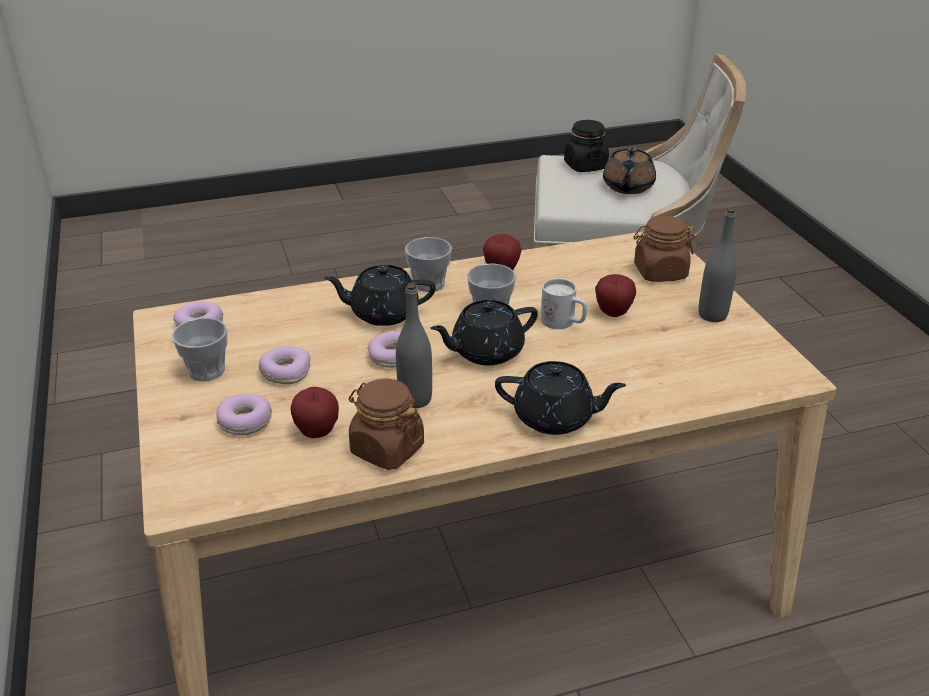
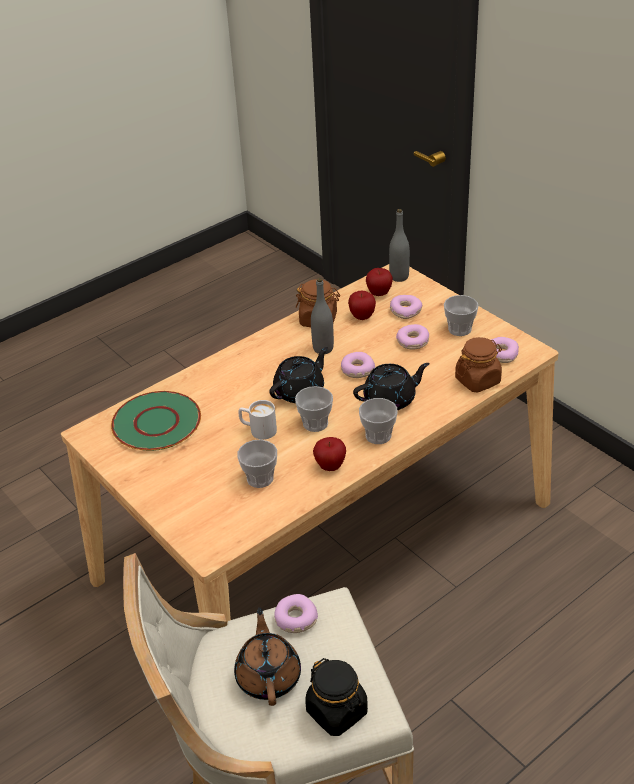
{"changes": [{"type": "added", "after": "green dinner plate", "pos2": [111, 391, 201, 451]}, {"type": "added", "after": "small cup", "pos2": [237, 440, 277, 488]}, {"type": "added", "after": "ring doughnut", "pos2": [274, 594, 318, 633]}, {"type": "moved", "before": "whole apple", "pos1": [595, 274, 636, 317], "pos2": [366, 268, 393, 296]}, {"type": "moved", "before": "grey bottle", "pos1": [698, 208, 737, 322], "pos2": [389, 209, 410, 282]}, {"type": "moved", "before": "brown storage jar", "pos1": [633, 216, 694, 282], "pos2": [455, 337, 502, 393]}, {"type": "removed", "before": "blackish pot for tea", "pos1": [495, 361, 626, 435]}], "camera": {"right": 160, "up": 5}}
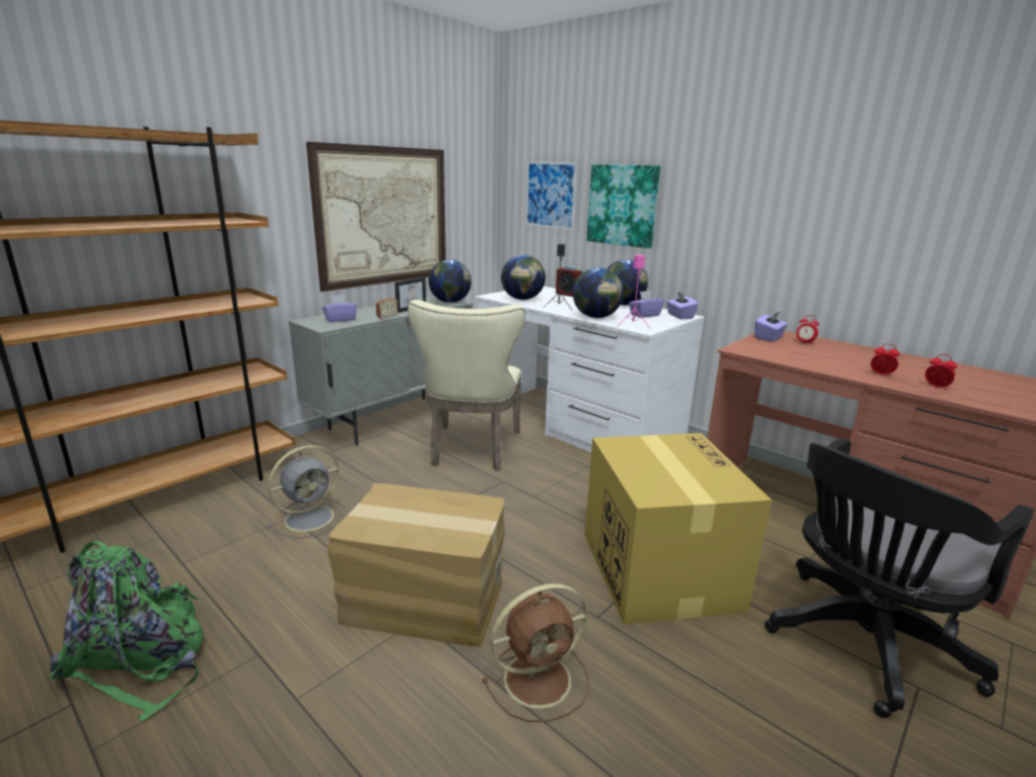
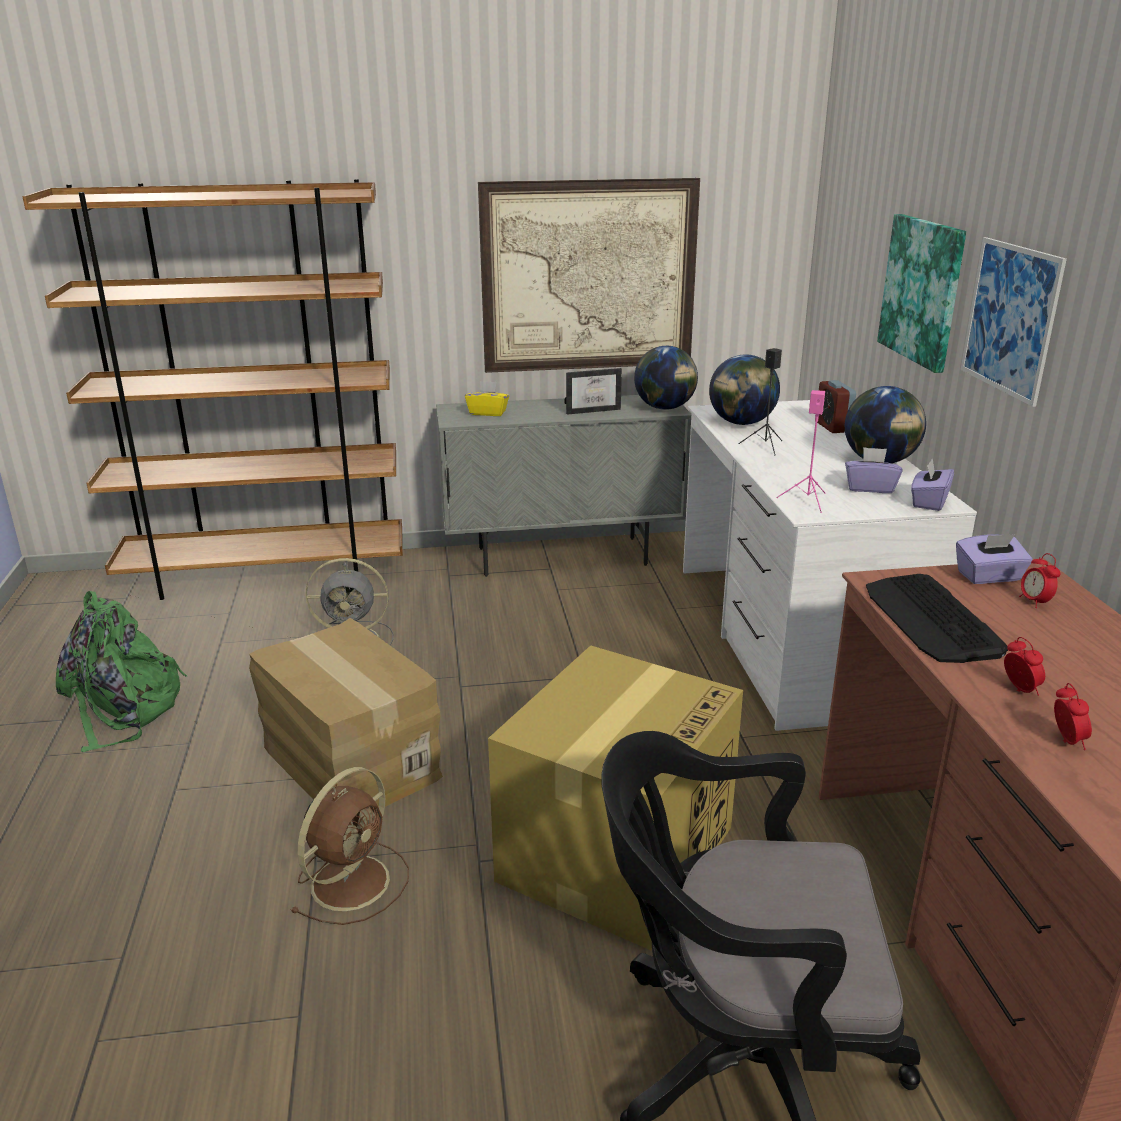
{"changes": [{"type": "turned", "before": "brown fan", "pos1": [482, 583, 589, 722], "pos2": [290, 767, 409, 925], "turn": -75}, {"type": "recoloured", "before": "purple tissue holder", "after": "yellow-coloured tissue holder", "pos1": [322, 295, 357, 322], "pos2": [465, 381, 509, 416]}, {"type": "added", "after": "keyboard", "pos2": [866, 574, 1008, 663]}, {"type": "moved", "before": "wall art", "pos1": [526, 162, 578, 230], "pos2": [961, 237, 1067, 407]}, {"type": "removed", "before": "radio", "pos1": [376, 286, 398, 319]}, {"type": "removed", "before": "beige upright chair", "pos1": [408, 300, 525, 471]}, {"type": "removed", "before": "globe", "pos1": [573, 267, 623, 318]}], "camera": {"right": 40, "up": 5}}
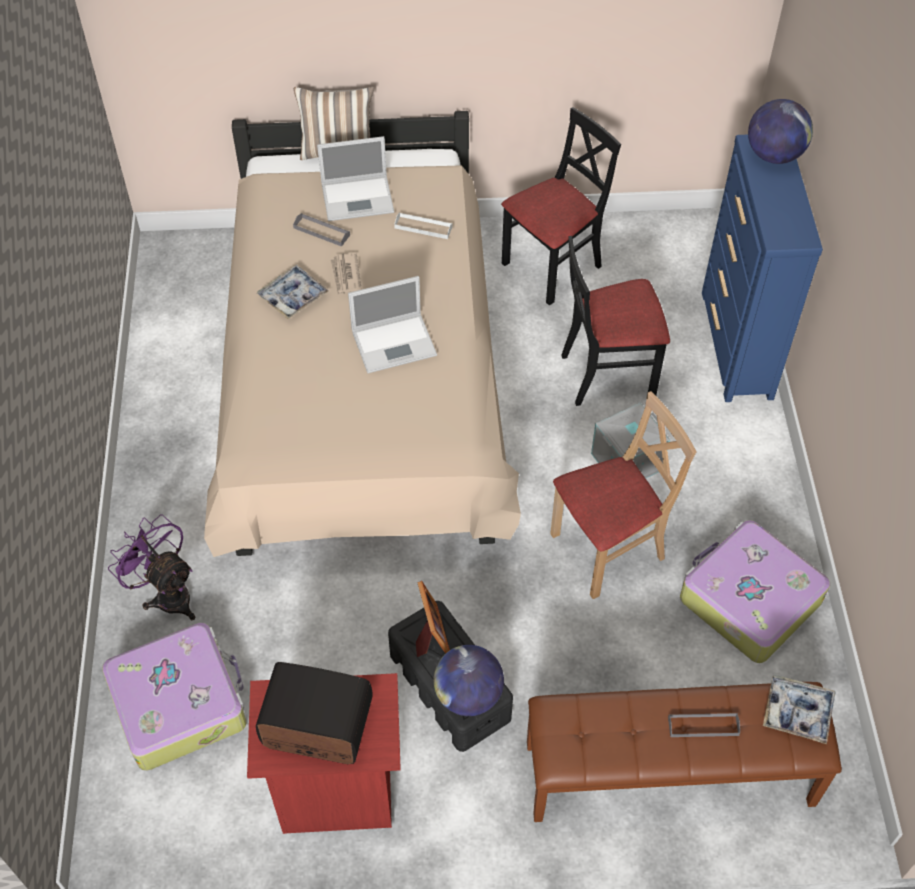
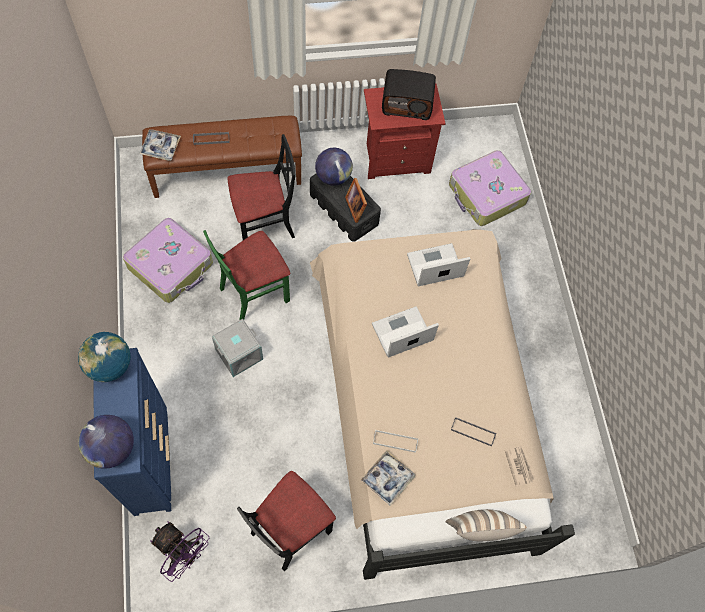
{"changes": [{"type": "added", "after": "globe", "pos2": [78, 332, 131, 382]}, {"type": "moved", "before": "purple fan", "pos1": [108, 514, 195, 620], "pos2": [150, 521, 209, 582]}, {"type": "recoloured", "before": "beige upright chair", "after": "green upright chair", "pos1": [550, 391, 697, 599], "pos2": [203, 230, 290, 320]}, {"type": "moved", "before": "blackish upright chair", "pos1": [561, 236, 670, 406], "pos2": [227, 134, 296, 240]}, {"type": "moved", "before": "serving tray", "pos1": [257, 265, 328, 319], "pos2": [361, 450, 415, 506]}, {"type": "moved", "before": "notebook computer", "pos1": [317, 136, 394, 221], "pos2": [407, 243, 470, 286]}, {"type": "moved", "before": "printed paper", "pos1": [330, 253, 362, 295], "pos2": [505, 446, 535, 487]}], "camera": {"right": 170, "up": 10}}
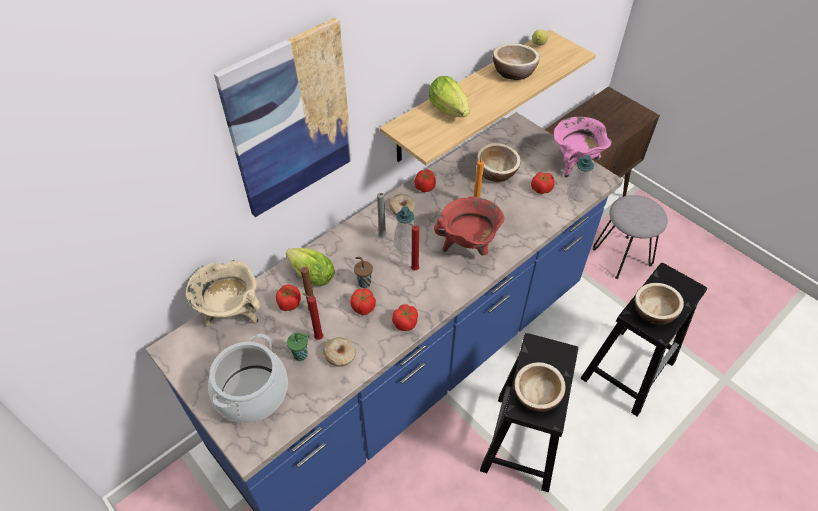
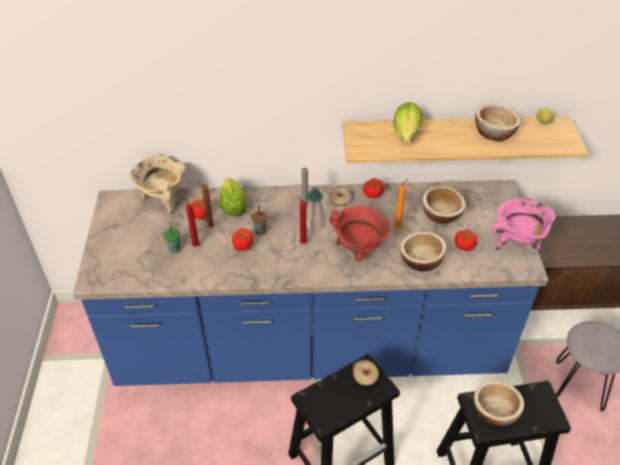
{"changes": [{"type": "moved", "before": "ring doughnut", "pos1": [323, 337, 356, 367], "pos2": [353, 360, 379, 386]}, {"type": "moved", "before": "serving bowl", "pos1": [514, 362, 565, 412], "pos2": [400, 231, 447, 272]}, {"type": "removed", "before": "stockpot", "pos1": [208, 334, 288, 423]}, {"type": "removed", "before": "wall art", "pos1": [214, 17, 352, 217]}, {"type": "removed", "before": "tomato", "pos1": [392, 304, 418, 331]}, {"type": "removed", "before": "soap bottle", "pos1": [567, 155, 594, 201]}], "camera": {"right": 40, "up": -5}}
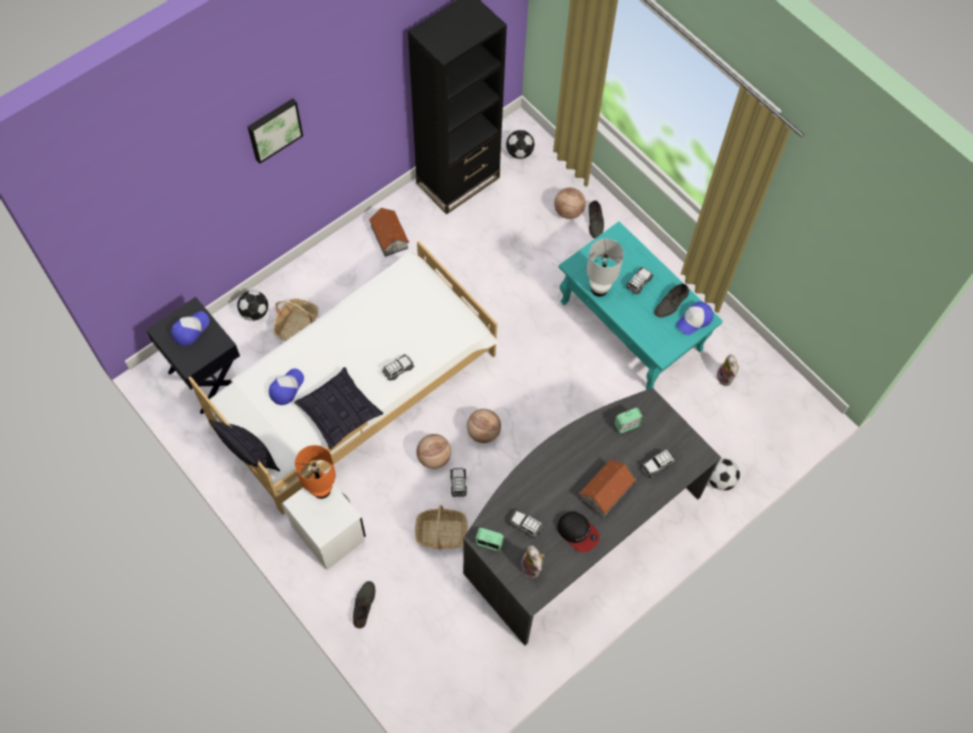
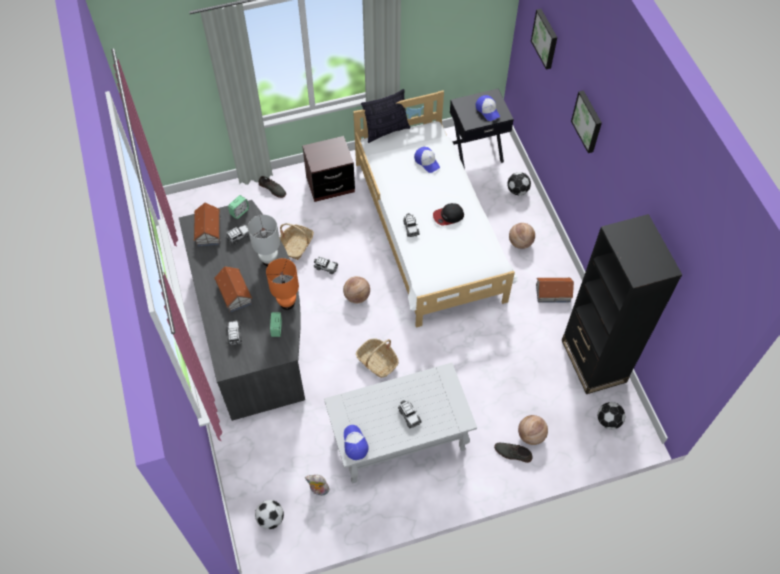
{"changes": [{"type": "replaced", "before": "cuddly toy", "after": "miniature house", "pos1": [521, 546, 545, 578], "pos2": [194, 203, 220, 246]}, {"type": "moved", "before": "white-coloured tabletop lamp", "pos1": [587, 239, 624, 297], "pos2": [248, 215, 280, 266]}, {"type": "moved", "before": "ball for football", "pos1": [709, 458, 740, 491], "pos2": [255, 500, 284, 529]}, {"type": "moved", "before": "orange tabletop lamp", "pos1": [295, 445, 336, 499], "pos2": [266, 258, 299, 310]}, {"type": "recoloured", "before": "white-coloured nightstand", "after": "brown nightstand", "pos1": [283, 472, 366, 570], "pos2": [302, 136, 355, 202]}, {"type": "recoloured", "before": "blue-green lounge table", "after": "white-coloured lounge table", "pos1": [559, 221, 723, 389], "pos2": [324, 363, 477, 484]}, {"type": "moved", "before": "basket", "pos1": [273, 298, 319, 341], "pos2": [356, 338, 399, 378]}, {"type": "moved", "before": "peaked cap", "pos1": [557, 511, 600, 553], "pos2": [433, 203, 464, 225]}, {"type": "moved", "before": "basketball", "pos1": [416, 434, 451, 469], "pos2": [509, 223, 535, 249]}, {"type": "added", "after": "wall art", "pos2": [531, 9, 557, 70]}, {"type": "removed", "before": "cushion", "pos1": [294, 367, 383, 449]}, {"type": "removed", "before": "grey shoe", "pos1": [654, 284, 689, 318]}], "camera": {"right": 115, "up": -5}}
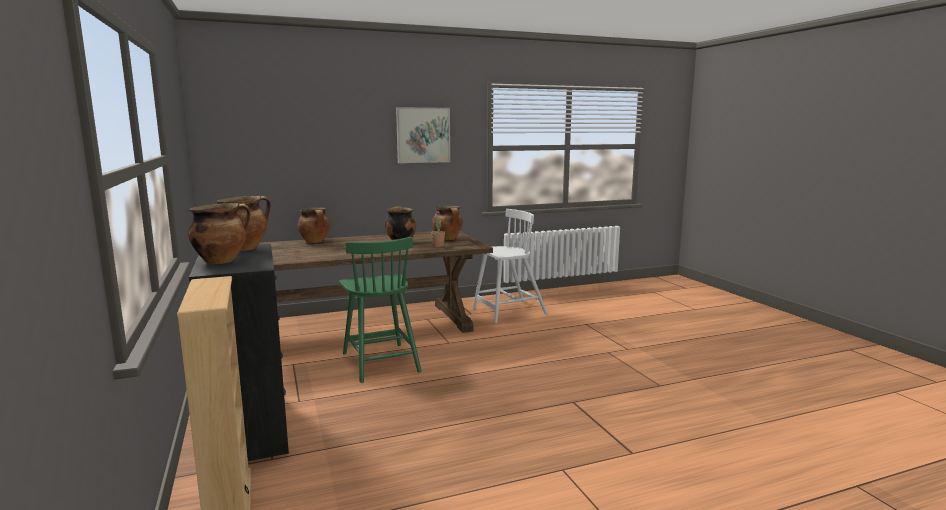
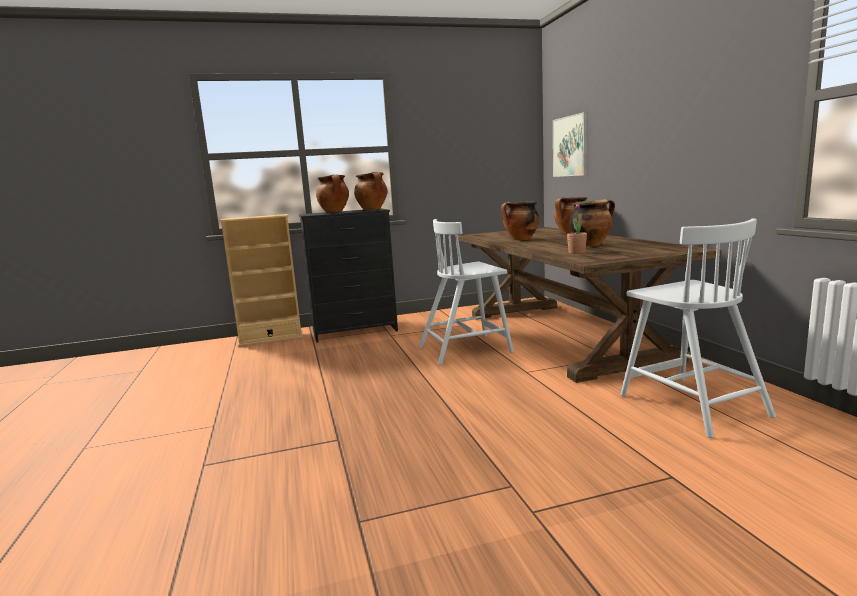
{"changes": [{"type": "recoloured", "before": "green upright chair", "after": "white-coloured upright chair", "pos1": [339, 237, 422, 383], "pos2": [419, 219, 514, 365]}, {"type": "moved", "before": "stockpot", "pos1": [432, 206, 463, 240], "pos2": [501, 202, 539, 240]}, {"type": "moved", "before": "wall art", "pos1": [396, 107, 450, 163], "pos2": [553, 112, 587, 177]}], "camera": {"right": 95, "up": 0}}
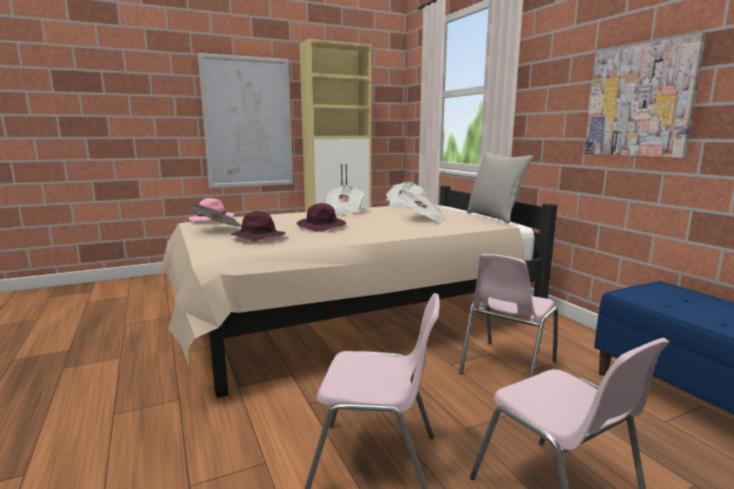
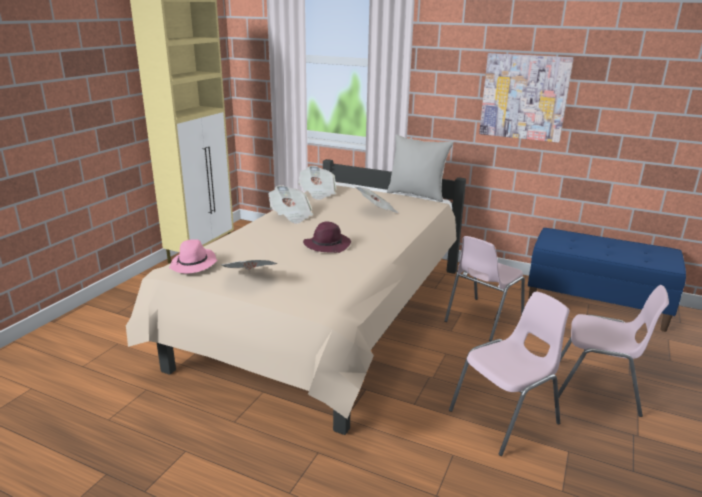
{"changes": [{"type": "turned", "before": "pinkish upright chair", "pos1": [459, 254, 558, 378], "pos2": [444, 236, 525, 341], "turn": 45}, {"type": "removed", "before": "wall art", "pos1": [198, 53, 293, 188]}, {"type": "removed", "before": "purple wearable hat", "pos1": [230, 211, 286, 241]}], "camera": {"right": -40, "up": 10}}
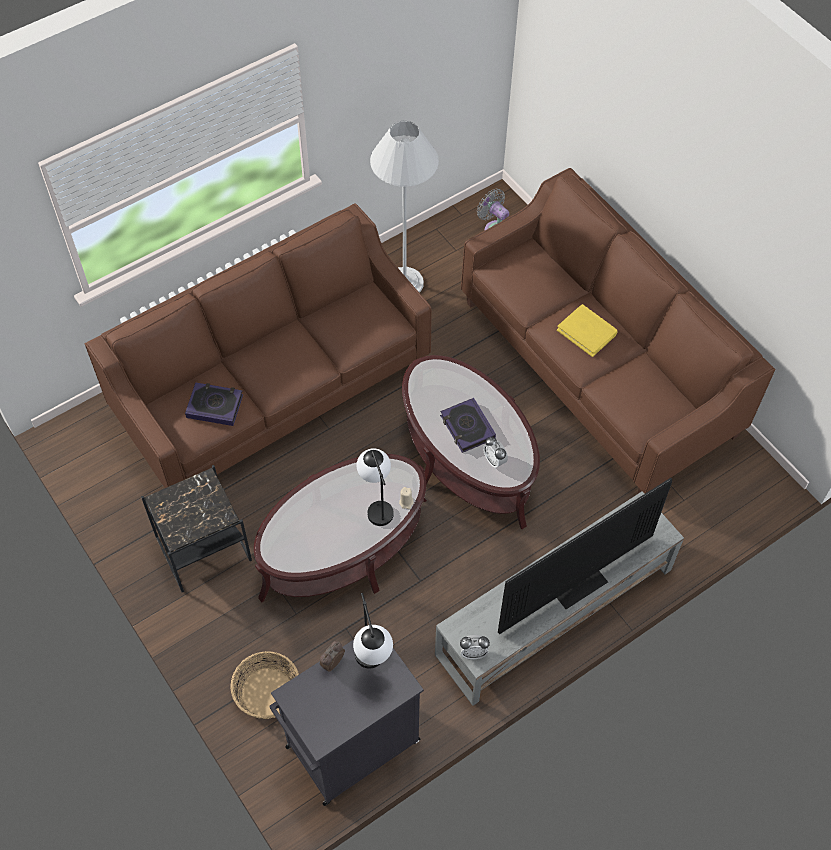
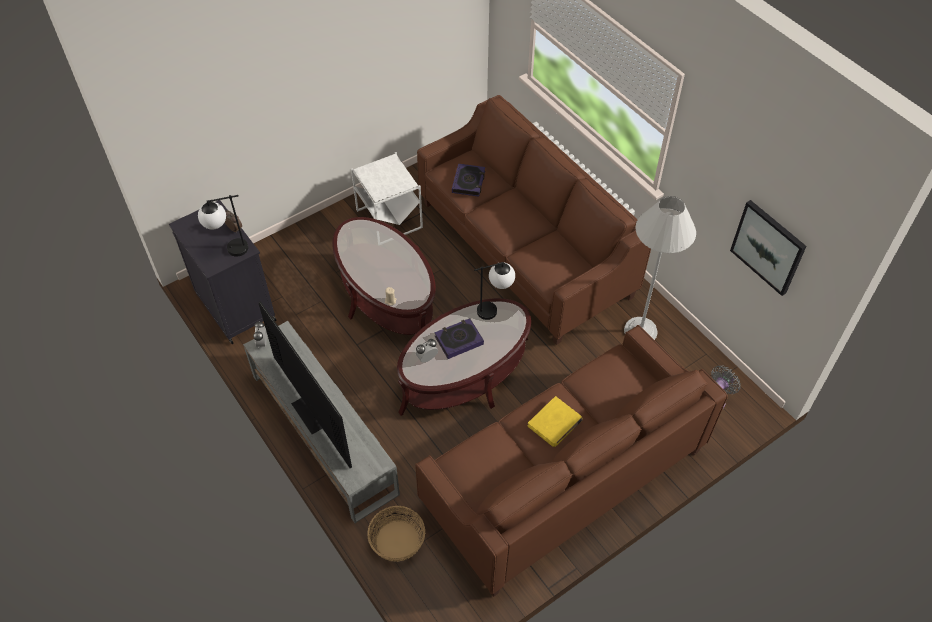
{"changes": [{"type": "recoloured", "before": "blackish side table", "after": "white-coloured side table", "pos1": [141, 465, 252, 592], "pos2": [351, 152, 423, 235]}, {"type": "moved", "before": "basket", "pos1": [230, 651, 299, 719], "pos2": [367, 506, 425, 562]}, {"type": "moved", "before": "tabletop lamp", "pos1": [357, 448, 394, 526], "pos2": [474, 262, 515, 320]}, {"type": "added", "after": "wall art", "pos2": [730, 200, 806, 296]}], "camera": {"right": 90, "up": -5}}
